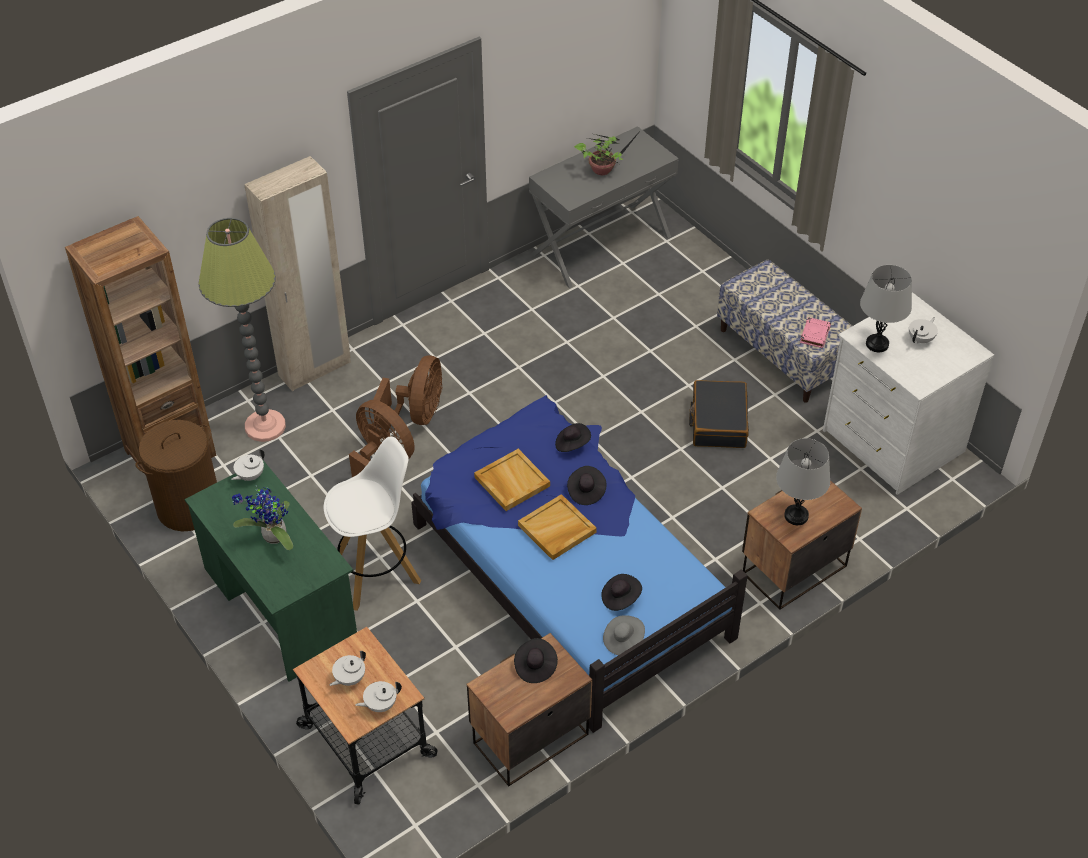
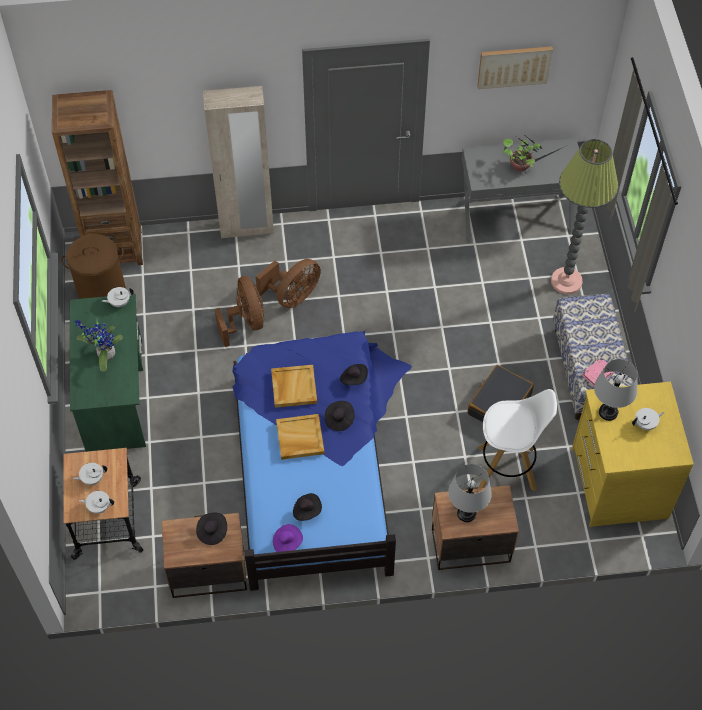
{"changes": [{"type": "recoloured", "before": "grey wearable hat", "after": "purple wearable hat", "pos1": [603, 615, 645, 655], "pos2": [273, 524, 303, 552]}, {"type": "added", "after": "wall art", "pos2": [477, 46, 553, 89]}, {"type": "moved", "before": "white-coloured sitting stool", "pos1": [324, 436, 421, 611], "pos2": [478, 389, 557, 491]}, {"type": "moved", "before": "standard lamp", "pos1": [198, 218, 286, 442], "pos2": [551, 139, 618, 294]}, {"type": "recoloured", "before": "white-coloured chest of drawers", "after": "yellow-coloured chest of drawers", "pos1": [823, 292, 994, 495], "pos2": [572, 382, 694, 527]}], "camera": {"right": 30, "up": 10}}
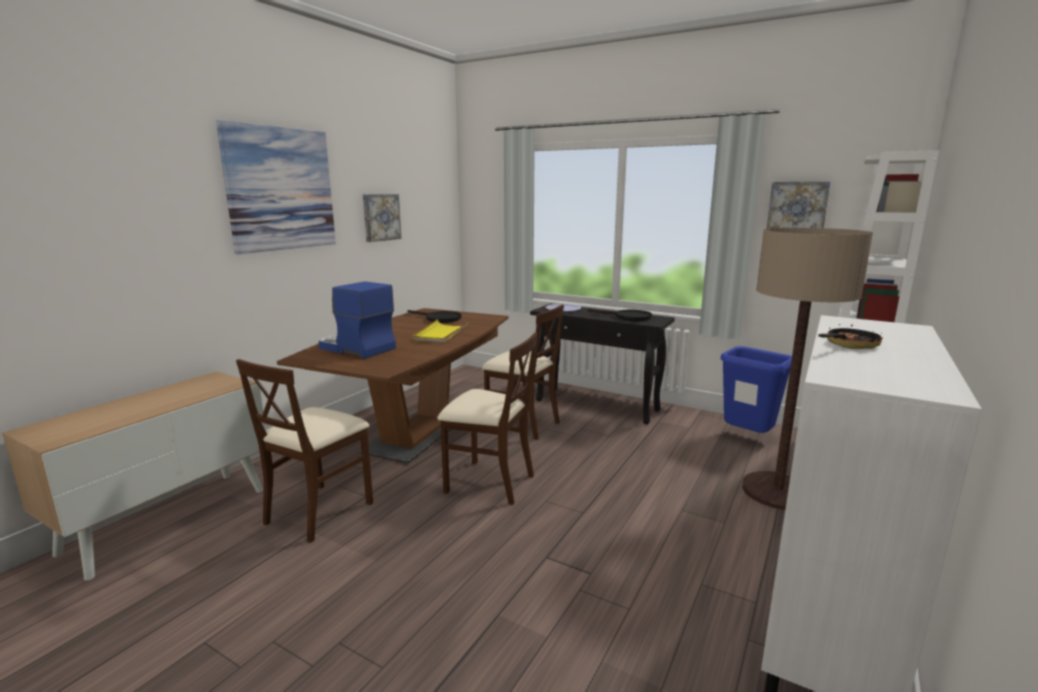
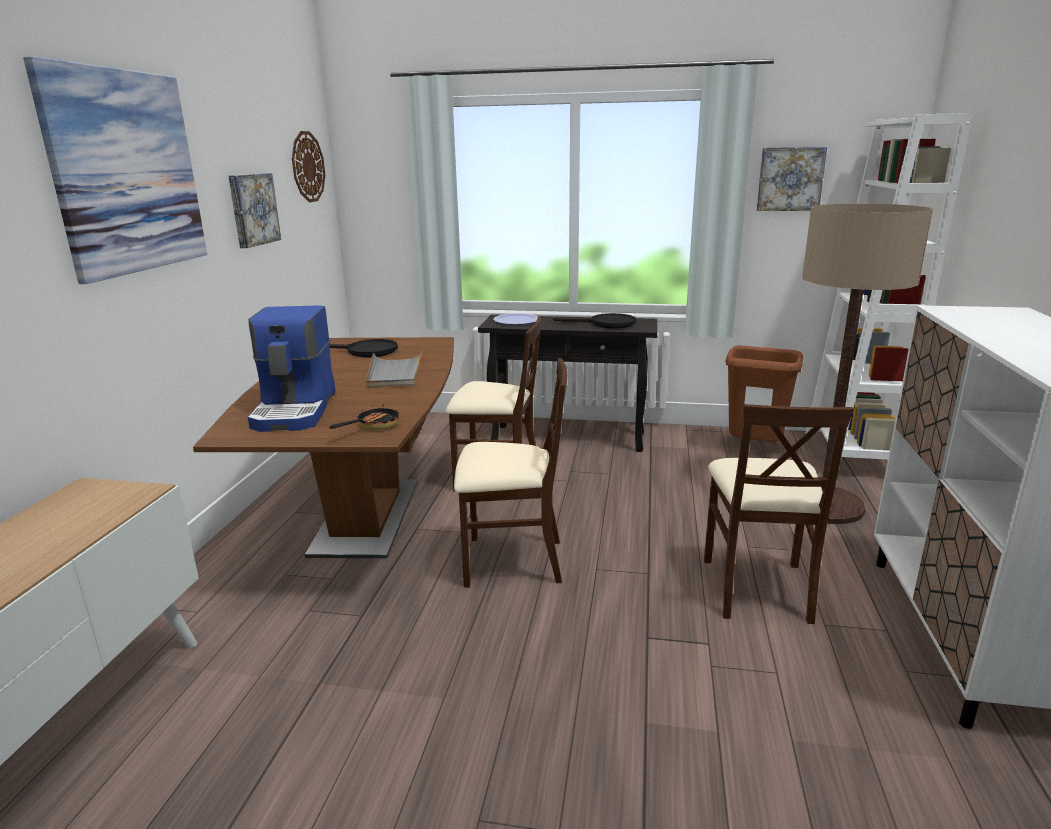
{"changes": [{"type": "turned", "before": "coffee brewer", "pos1": [318, 281, 396, 359], "pos2": [248, 305, 336, 432], "turn": -105}, {"type": "added", "after": "clock on the wall", "pos2": [292, 131, 325, 202]}, {"type": "moved", "before": "pan", "pos1": [818, 324, 883, 349], "pos2": [329, 399, 399, 431]}, {"type": "recoloured", "before": "yellow-coloured serving tray", "after": "grey serving tray", "pos1": [412, 319, 470, 343], "pos2": [366, 351, 423, 388]}, {"type": "moved", "before": "beige upright chair", "pos1": [236, 359, 373, 543], "pos2": [704, 404, 854, 624]}, {"type": "recoloured", "before": "bluish waste bin", "after": "brown waste bin", "pos1": [721, 346, 792, 433], "pos2": [725, 345, 803, 442]}], "camera": {"right": -20, "up": 5}}
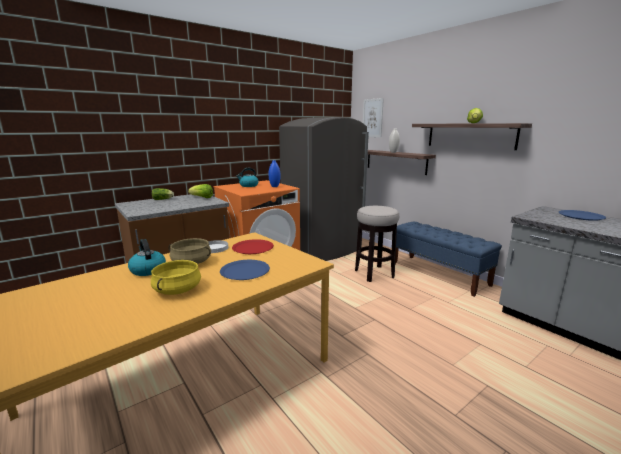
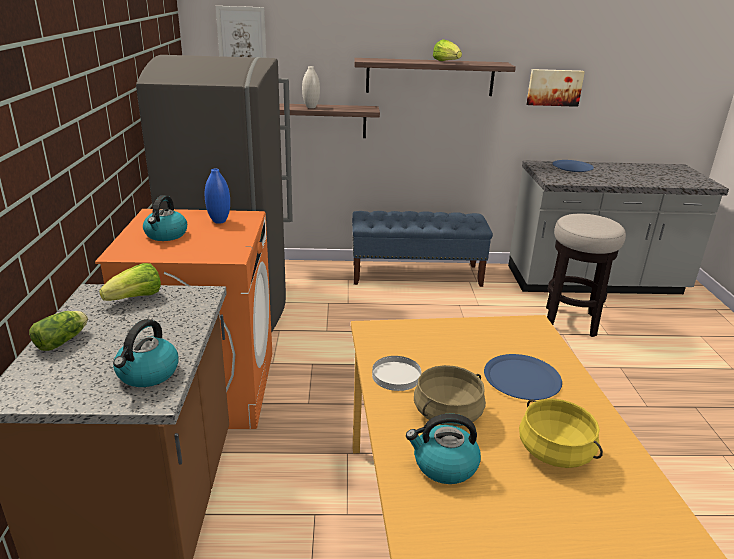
{"changes": [{"type": "added", "after": "kettle", "pos2": [113, 319, 179, 387]}, {"type": "added", "after": "wall art", "pos2": [526, 69, 585, 107]}, {"type": "moved", "before": "sitting stool", "pos1": [355, 206, 399, 282], "pos2": [546, 214, 626, 337]}, {"type": "removed", "before": "red-coloured dinner plate", "pos1": [232, 239, 274, 254]}], "camera": {"right": -55, "up": 10}}
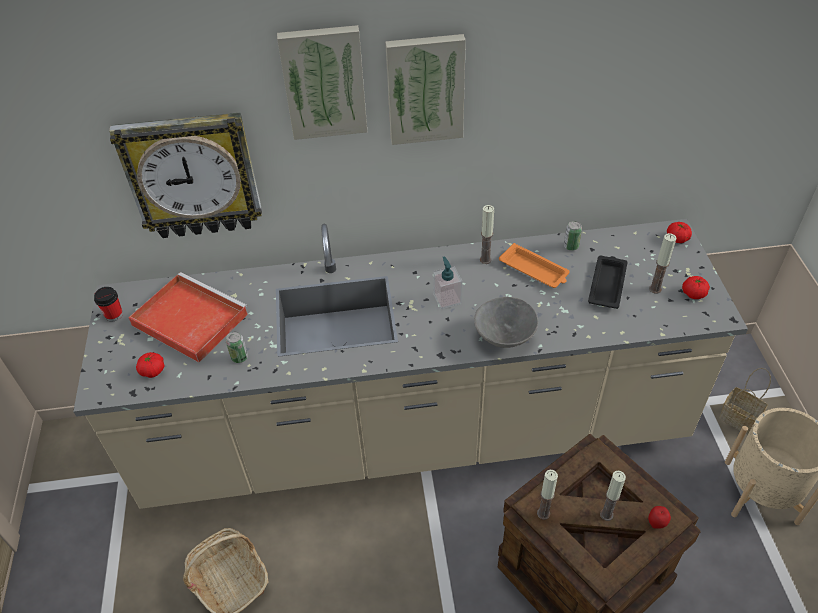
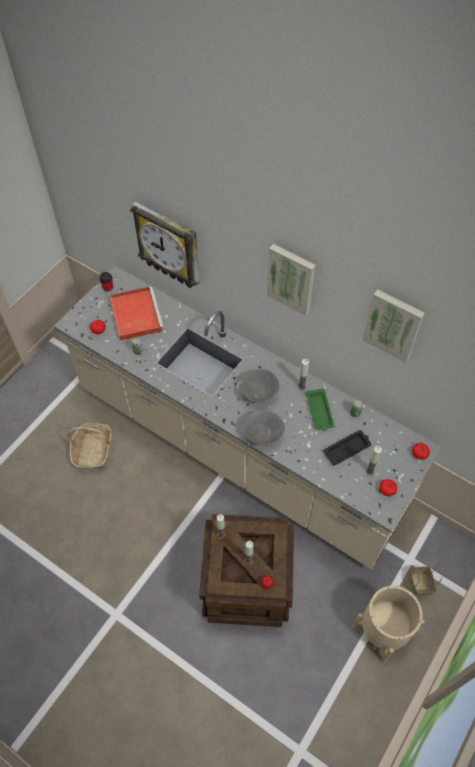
{"changes": [{"type": "replaced", "before": "soap bottle", "after": "grey serving bowl", "pos1": [433, 256, 462, 309], "pos2": [241, 369, 280, 402]}, {"type": "recoloured", "before": "orange serving tray", "after": "green serving tray", "pos1": [499, 243, 570, 288], "pos2": [306, 389, 335, 431]}, {"type": "moved", "before": "wall art", "pos1": [277, 25, 367, 140], "pos2": [362, 289, 425, 363]}], "camera": {"right": 40, "up": 10}}
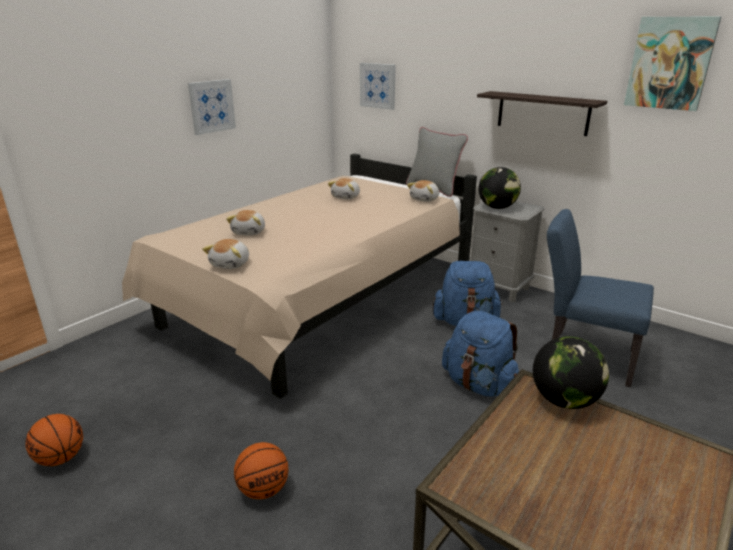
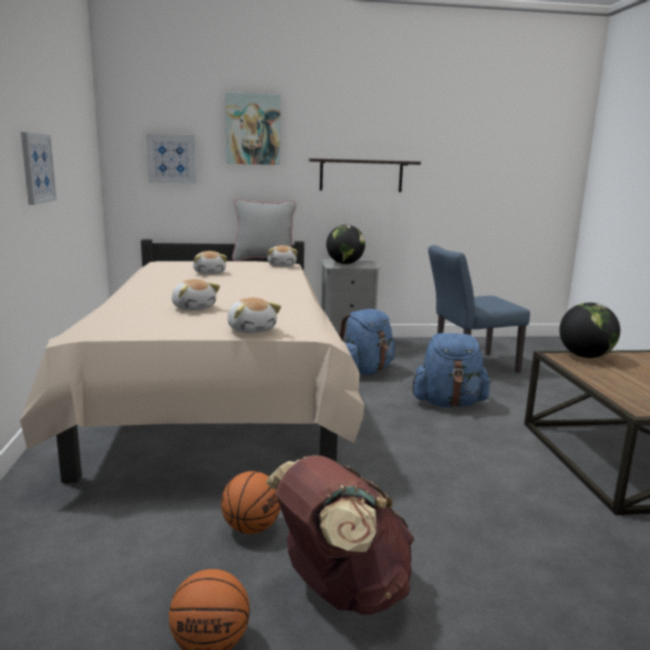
{"changes": [{"type": "moved", "before": "basketball", "pos1": [234, 442, 289, 499], "pos2": [221, 471, 281, 534]}, {"type": "moved", "before": "wall art", "pos1": [624, 17, 721, 111], "pos2": [225, 92, 281, 165]}, {"type": "added", "after": "brown rucksack", "pos2": [266, 455, 414, 615]}], "camera": {"right": -45, "up": -10}}
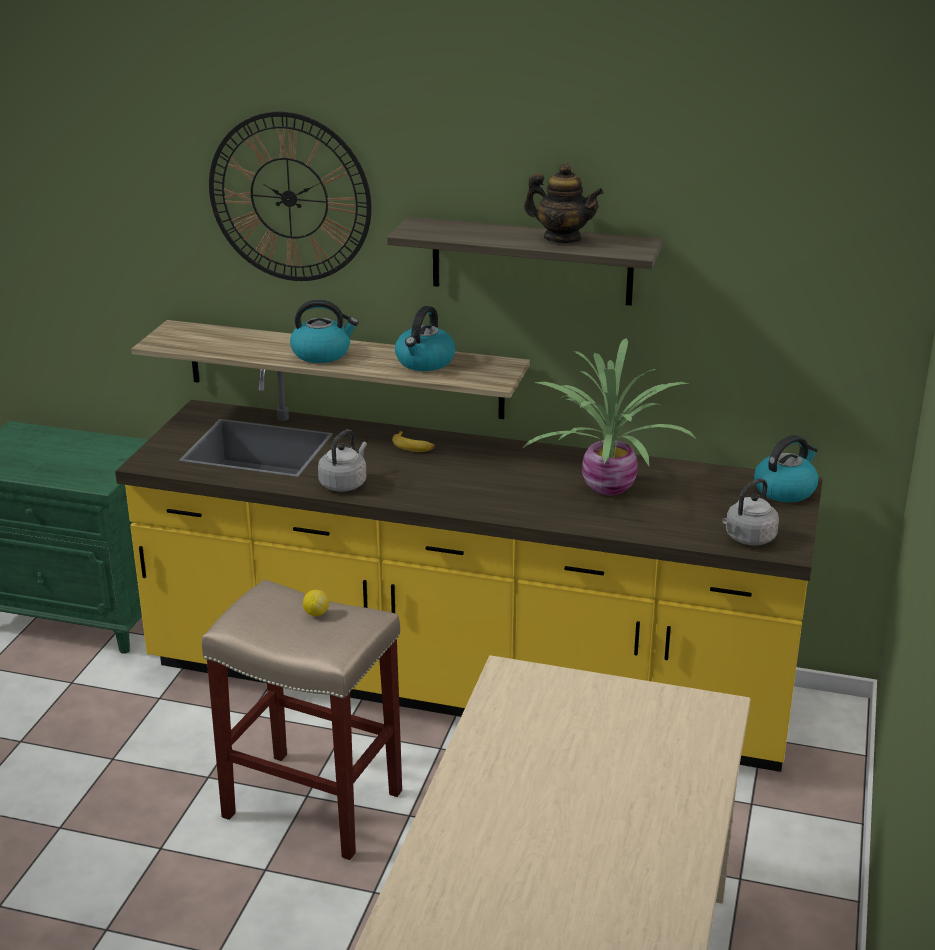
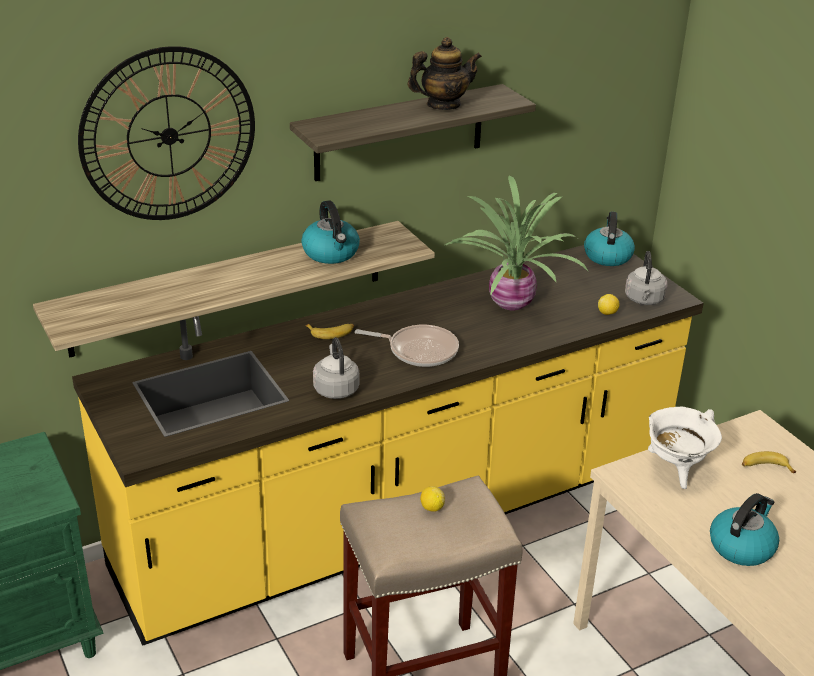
{"changes": [{"type": "added", "after": "pan", "pos2": [355, 325, 459, 367]}, {"type": "added", "after": "citrus fruit", "pos2": [598, 294, 619, 315]}, {"type": "added", "after": "white-coloured stockpot", "pos2": [648, 407, 722, 489]}, {"type": "moved", "before": "kettle", "pos1": [290, 300, 358, 363], "pos2": [710, 493, 779, 566]}, {"type": "added", "after": "whole banana", "pos2": [742, 451, 796, 473]}], "camera": {"right": -45, "up": 5}}
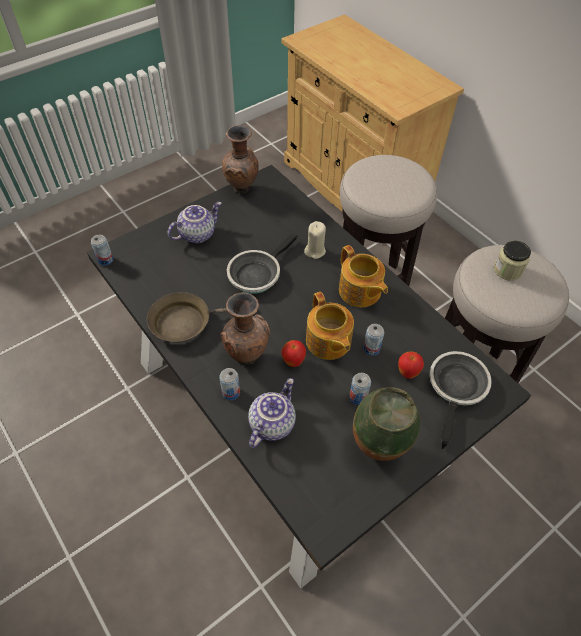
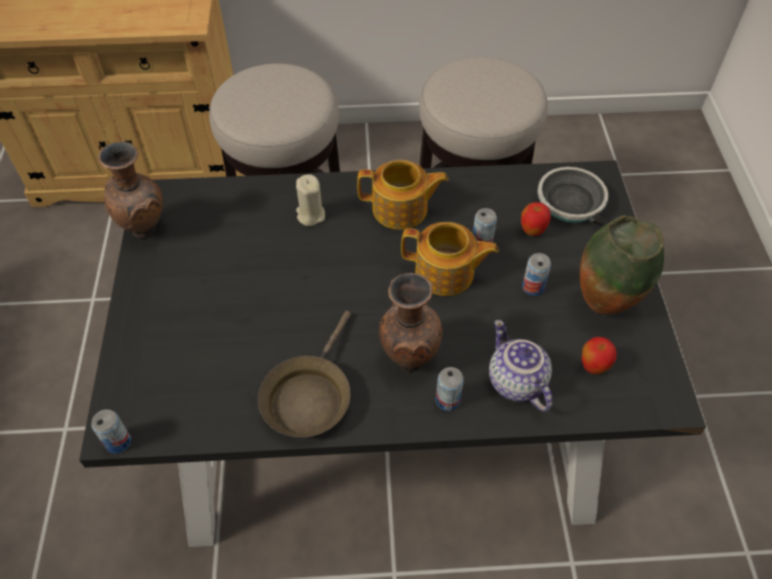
{"changes": [{"type": "moved", "before": "whole apple", "pos1": [281, 340, 306, 367], "pos2": [581, 337, 617, 374]}, {"type": "removed", "before": "pot for tea", "pos1": [168, 202, 222, 243]}, {"type": "removed", "before": "pan", "pos1": [227, 232, 298, 294]}, {"type": "removed", "before": "storage jar", "pos1": [494, 241, 531, 281]}], "camera": {"right": -55, "up": 0}}
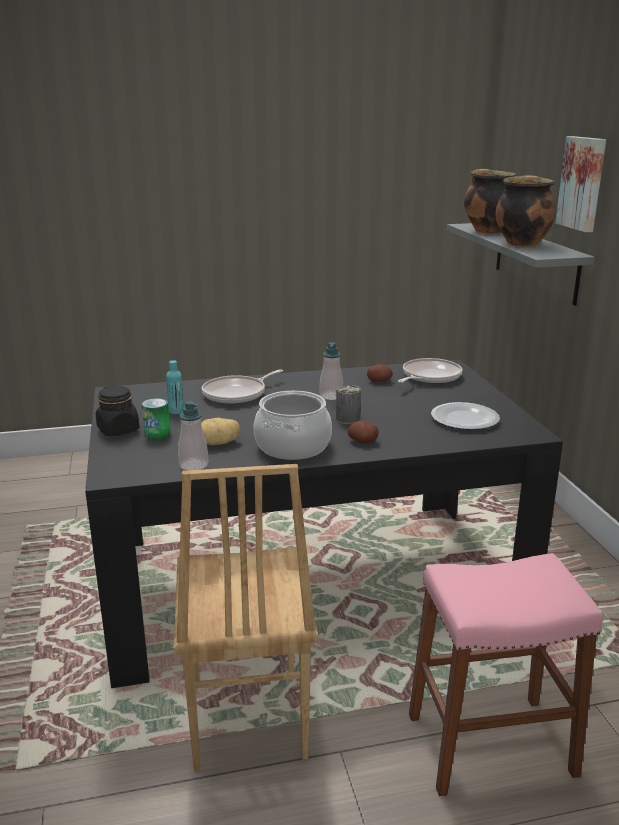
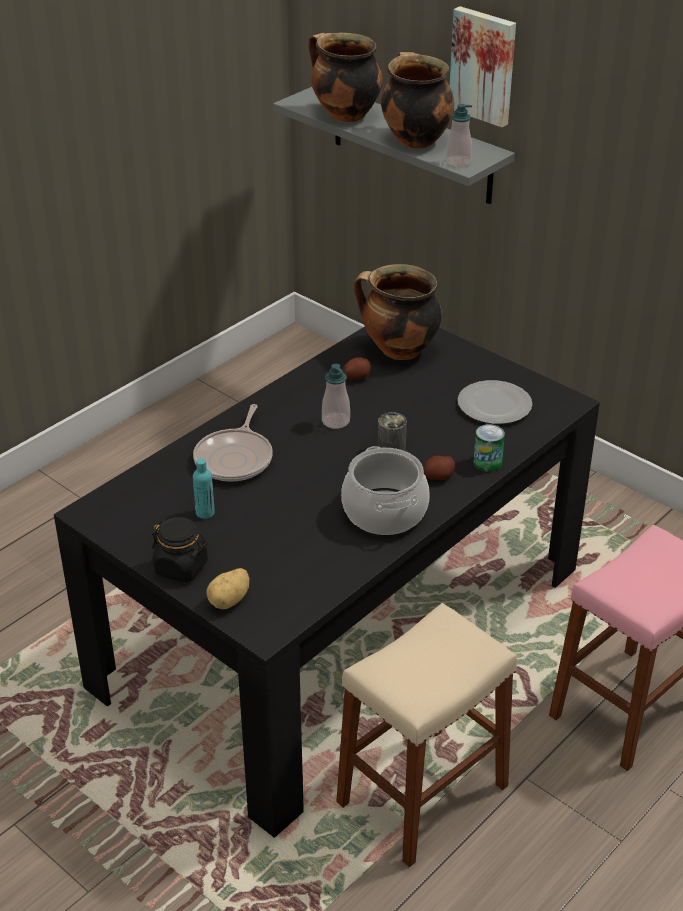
{"changes": [{"type": "moved", "before": "spud", "pos1": [201, 418, 240, 445], "pos2": [207, 568, 250, 609]}, {"type": "replaced", "before": "brown upright chair", "after": "beige sitting stool", "pos1": [174, 464, 318, 772], "pos2": [336, 603, 517, 867]}, {"type": "replaced", "before": "pan", "after": "stockpot", "pos1": [398, 358, 462, 384], "pos2": [354, 264, 442, 360]}, {"type": "moved", "before": "soap bottle", "pos1": [178, 401, 208, 471], "pos2": [446, 104, 472, 167]}, {"type": "moved", "before": "sealed can", "pos1": [142, 398, 170, 440], "pos2": [474, 424, 505, 472]}], "camera": {"right": -35, "up": 15}}
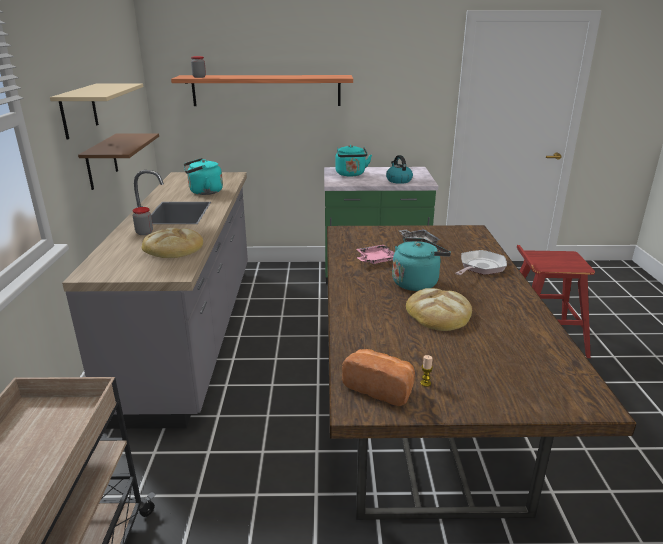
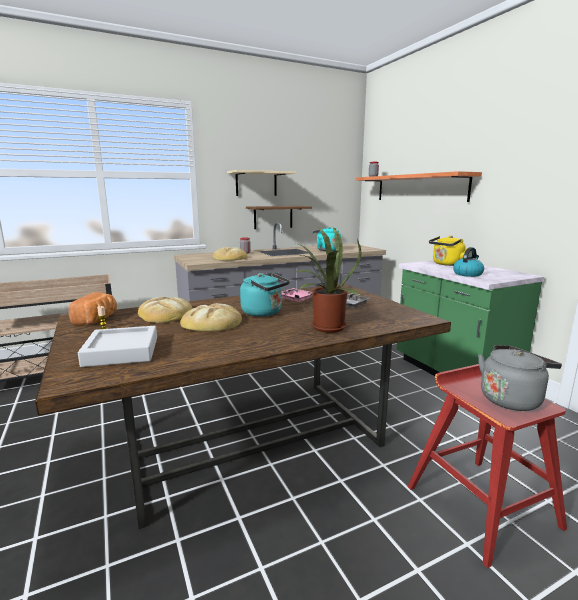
{"changes": [{"type": "added", "after": "grey serving tray", "pos2": [78, 326, 157, 367]}, {"type": "added", "after": "bread", "pos2": [138, 297, 192, 323]}, {"type": "replaced", "before": "pan", "after": "potted plant", "pos1": [455, 250, 507, 275], "pos2": [293, 227, 362, 333]}, {"type": "recoloured", "before": "blue-green kettle", "after": "yellow-coloured kettle", "pos1": [335, 145, 372, 177], "pos2": [429, 236, 466, 266]}, {"type": "added", "after": "grey kettle", "pos2": [478, 345, 562, 411]}], "camera": {"right": 65, "up": -10}}
